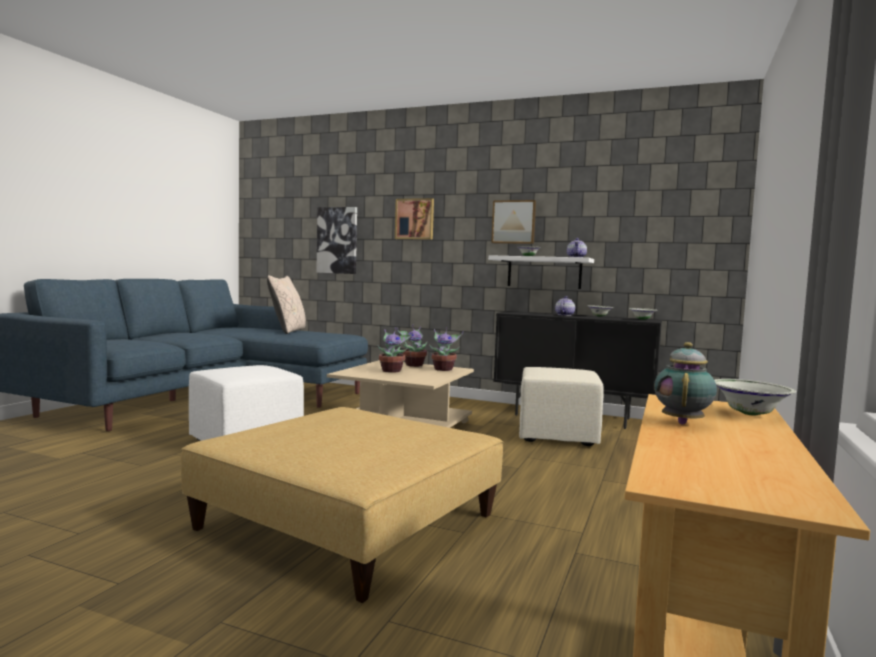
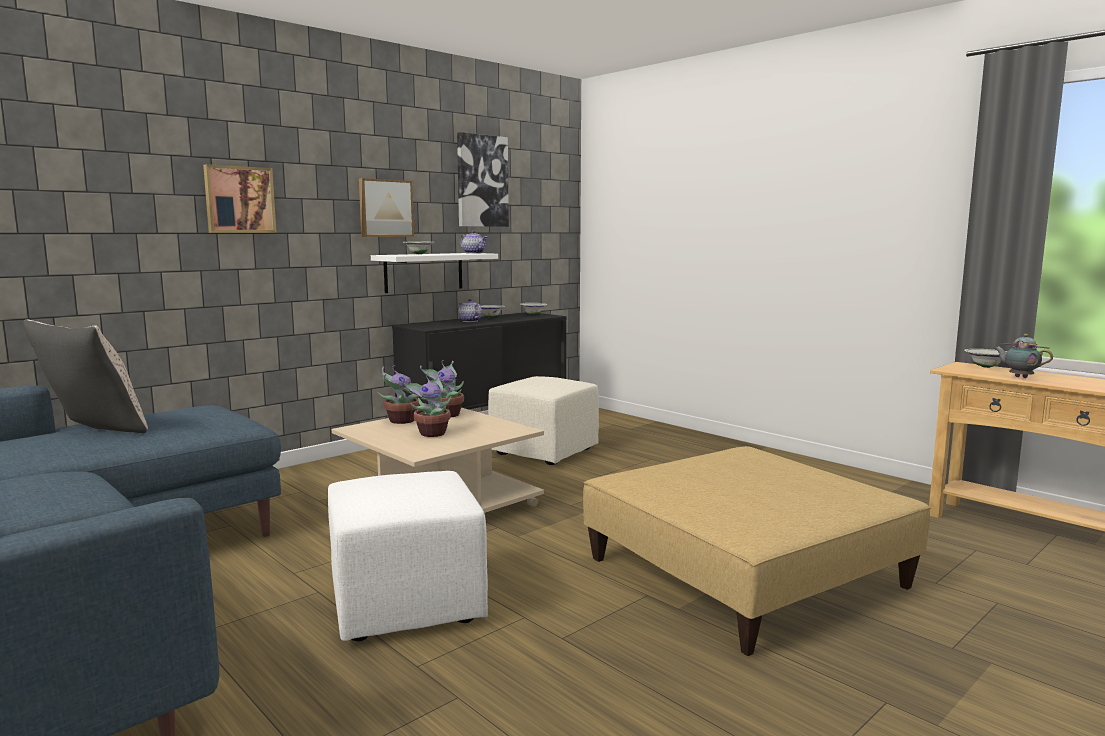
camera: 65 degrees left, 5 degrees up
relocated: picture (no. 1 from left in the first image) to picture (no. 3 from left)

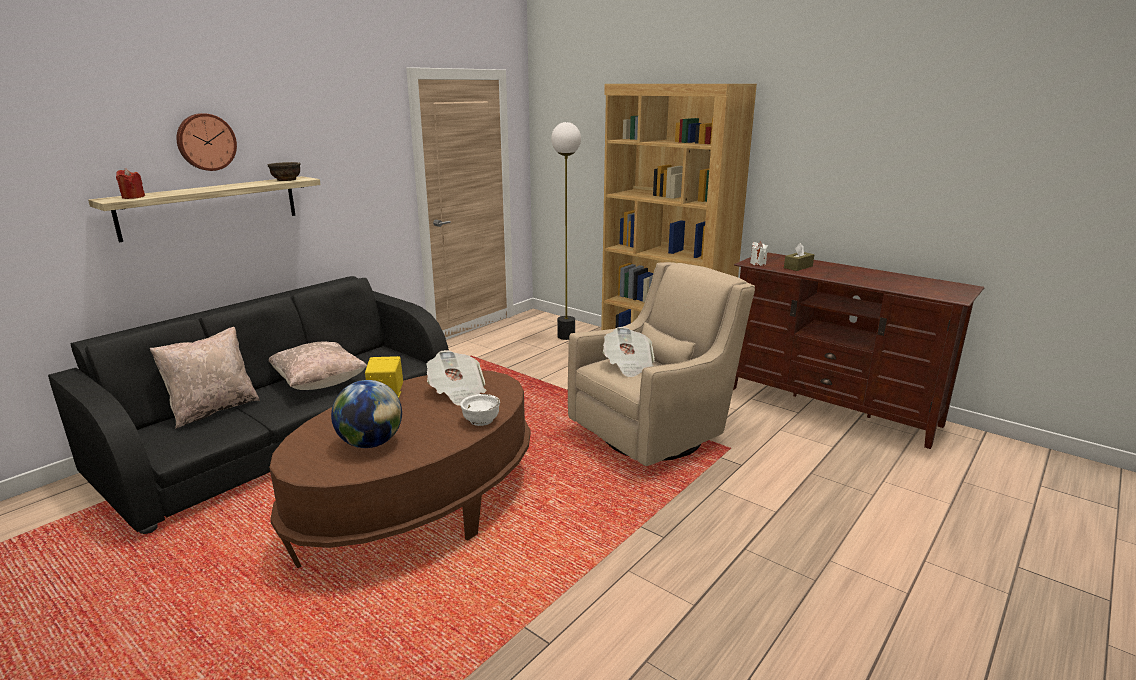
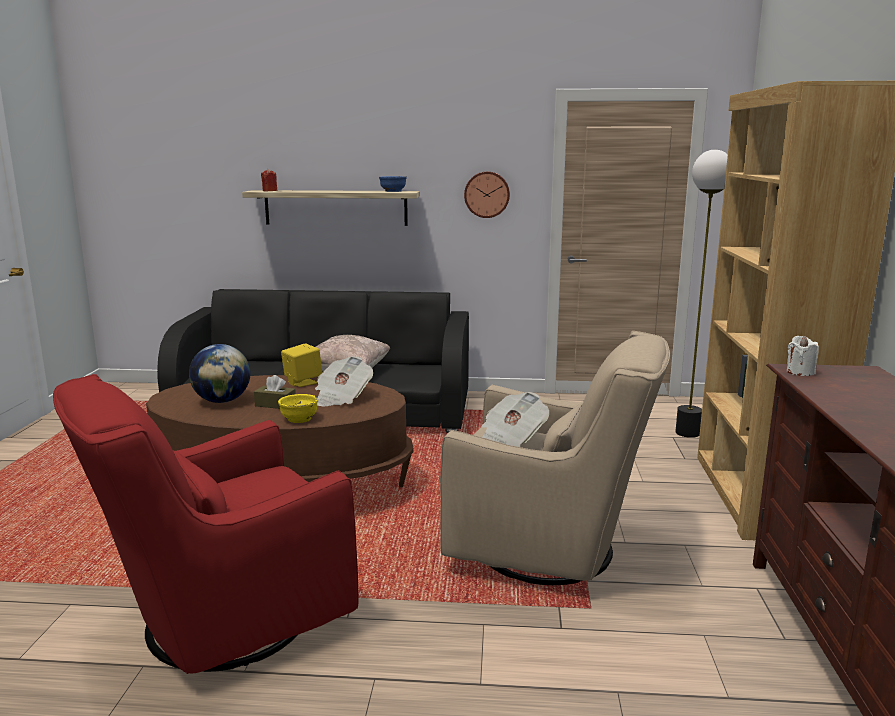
camera: 55 degrees right, 5 degrees down
missing: beige pillow (no. 1 from left)
appeared: red armchair
relocated: wall clock; brown tissue box
colour: brown bowl to blue bowl; white bowl to yellow bowl

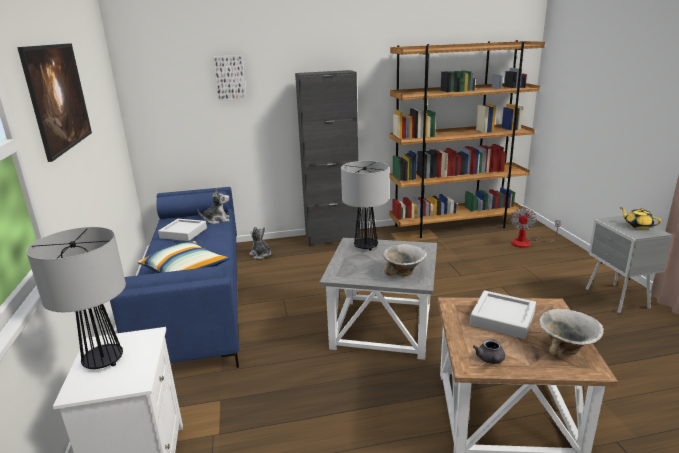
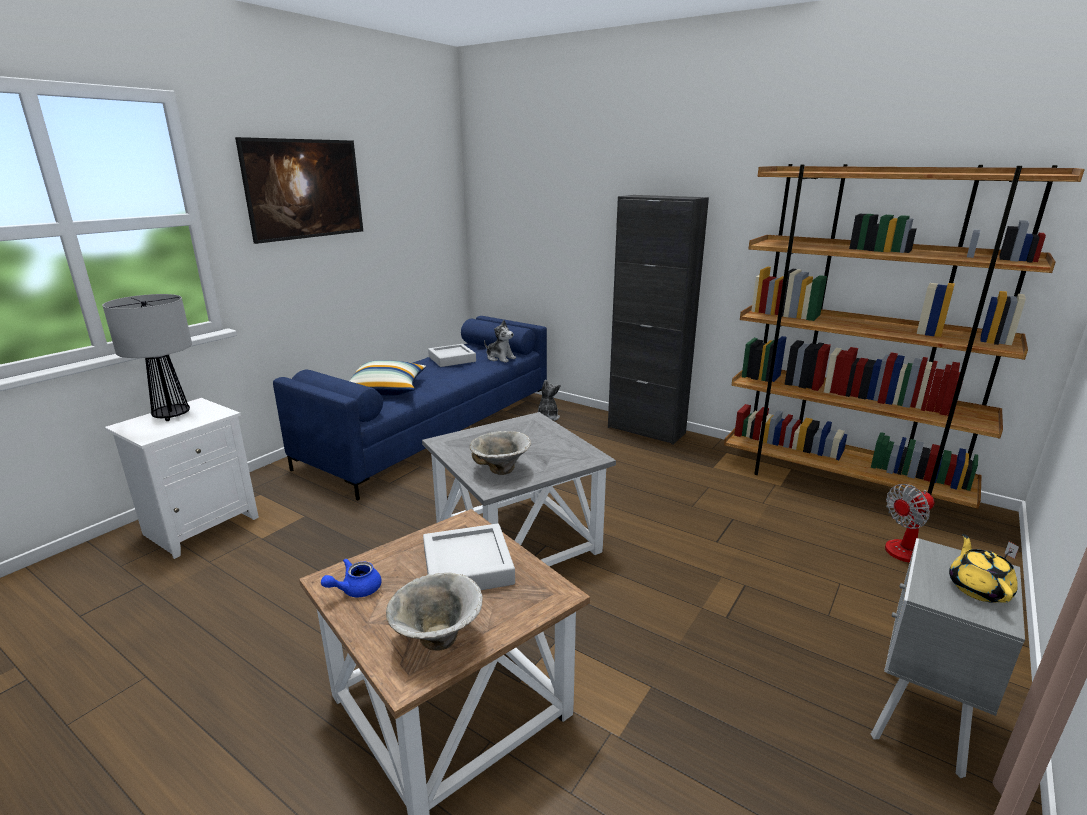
camera: 45 degrees right, 0 degrees up
missing: picture (no. 2 from left); table lamp (no. 2 from left)
colour: grey teapot to blue teapot

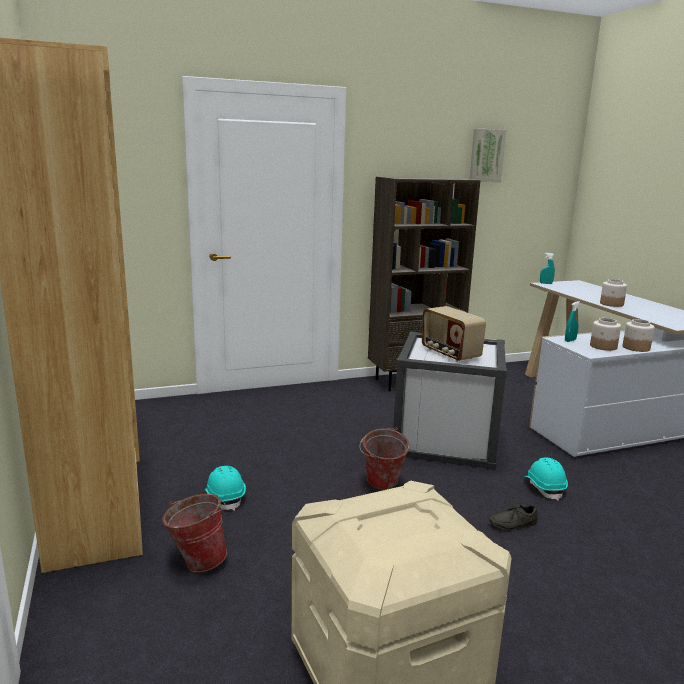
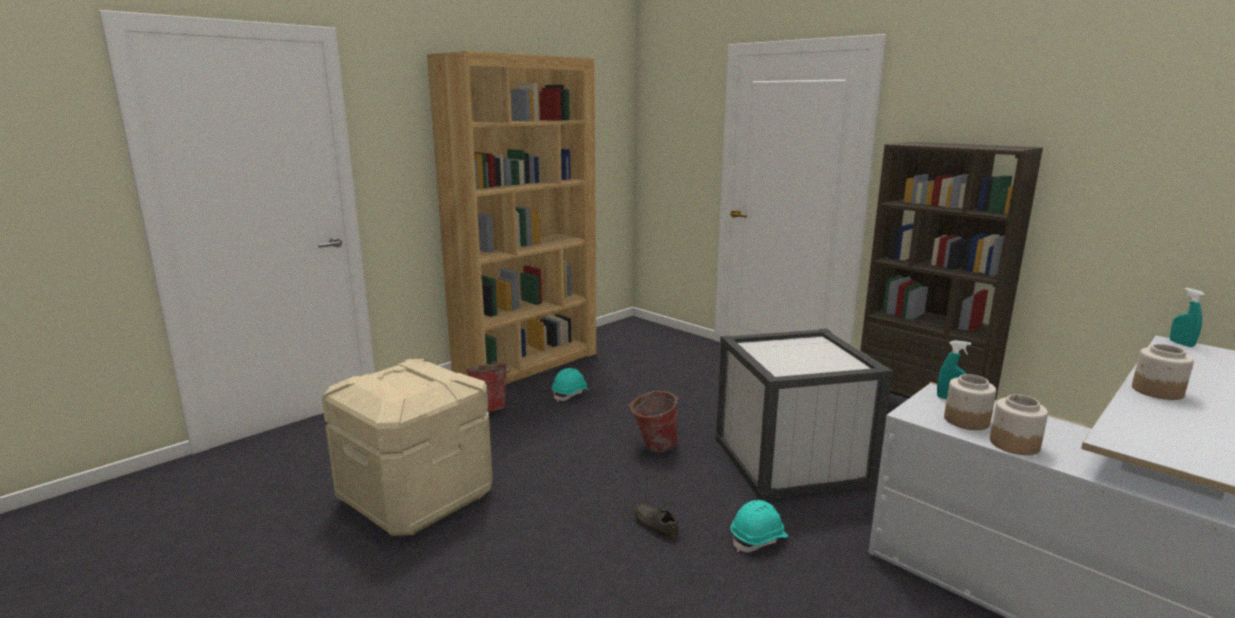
camera: 65 degrees right, 0 degrees up
missing: radio; picture

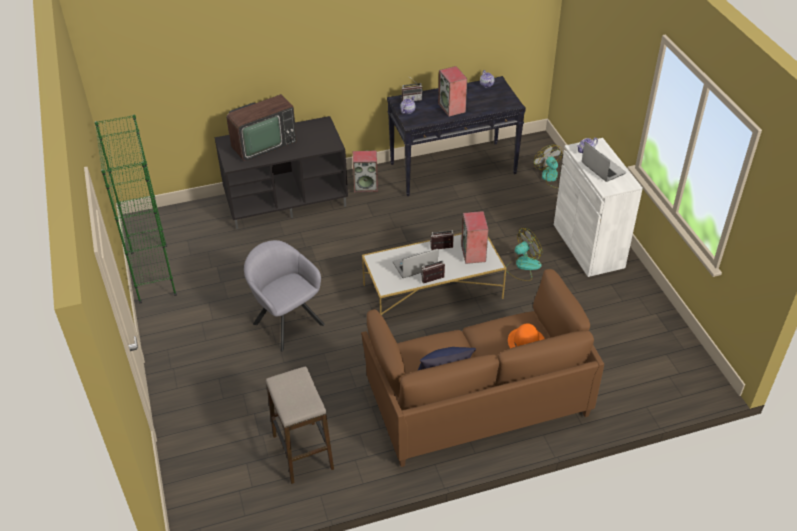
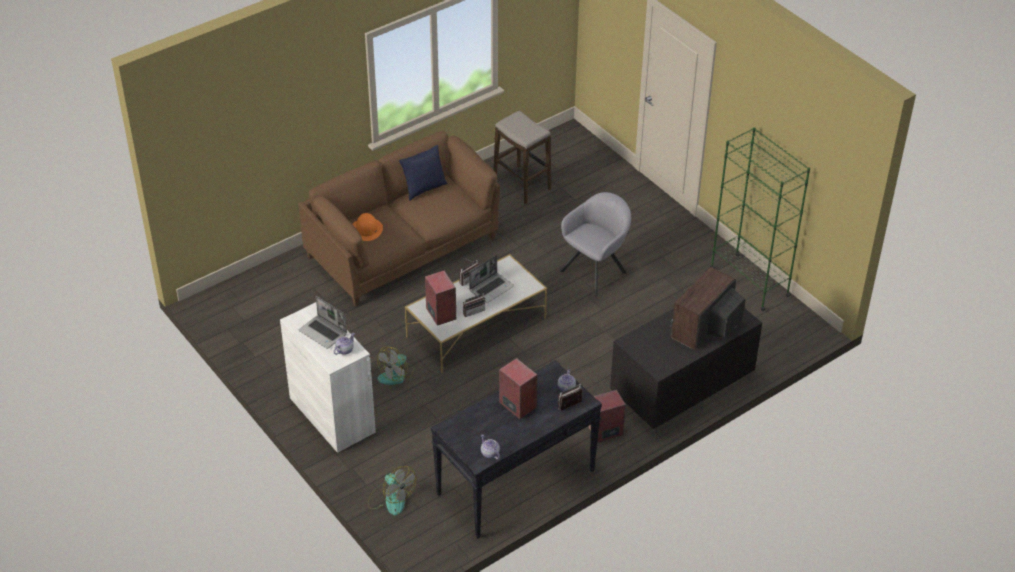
camera: 160 degrees right, 0 degrees up
spun: grey armchair 75 degrees counterclockwise

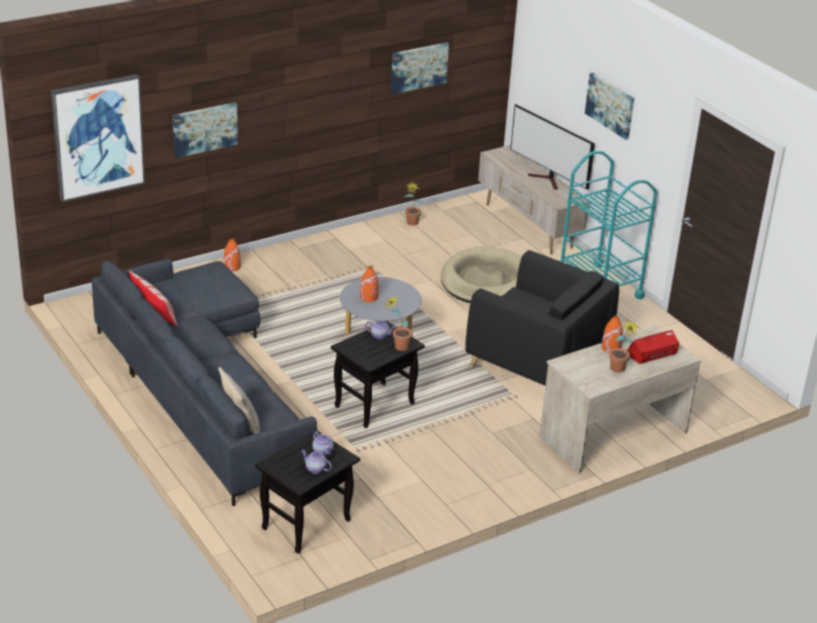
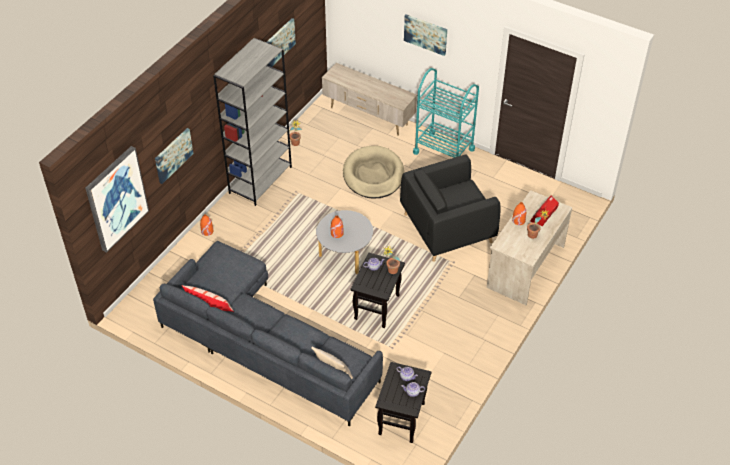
camera: 25 degrees left, 15 degrees up
missing: television
appeared: grey bookcase
spun: black armchair 150 degrees clockwise

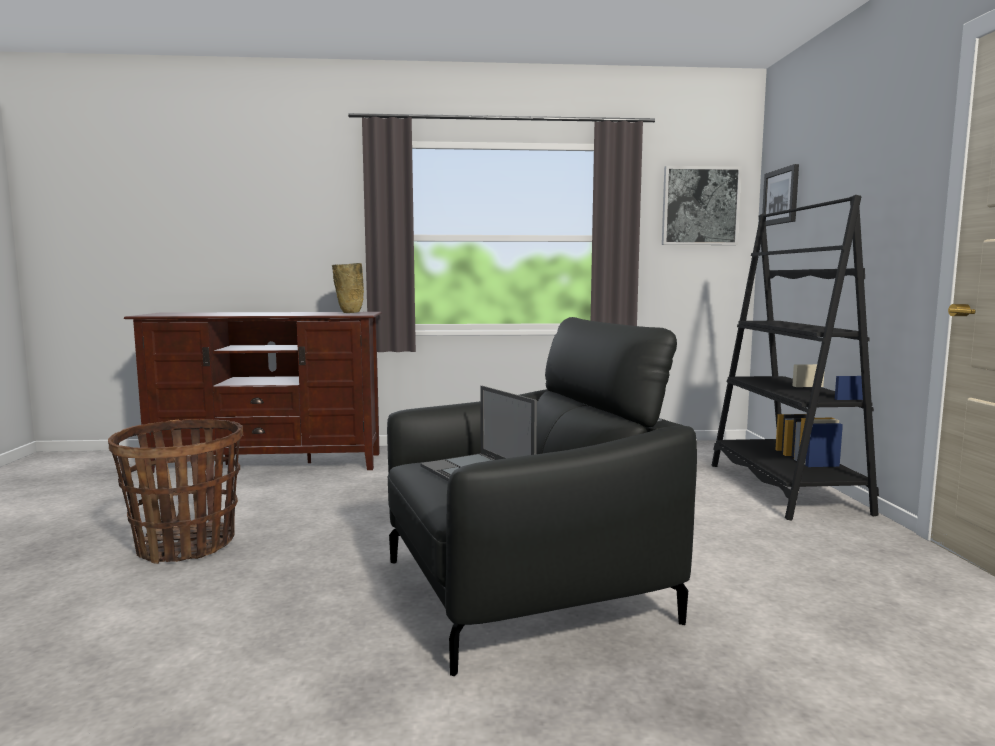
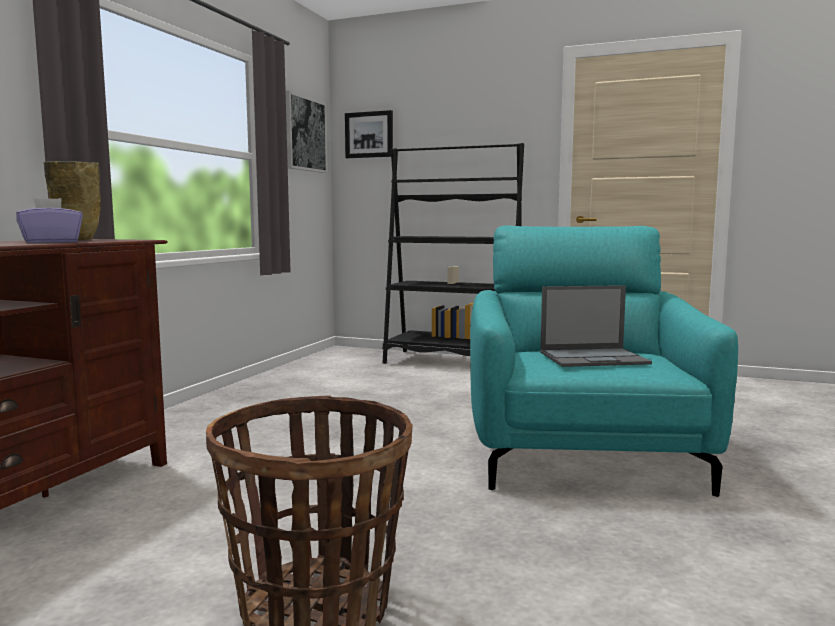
camera: 65 degrees left, 0 degrees up
appeared: purple tissue box
colour: black armchair to turquoise armchair

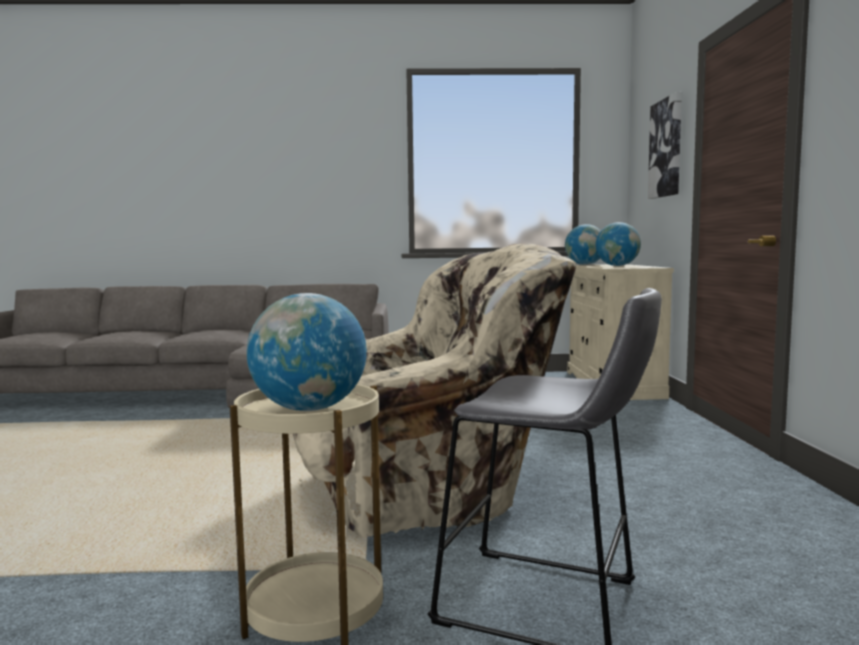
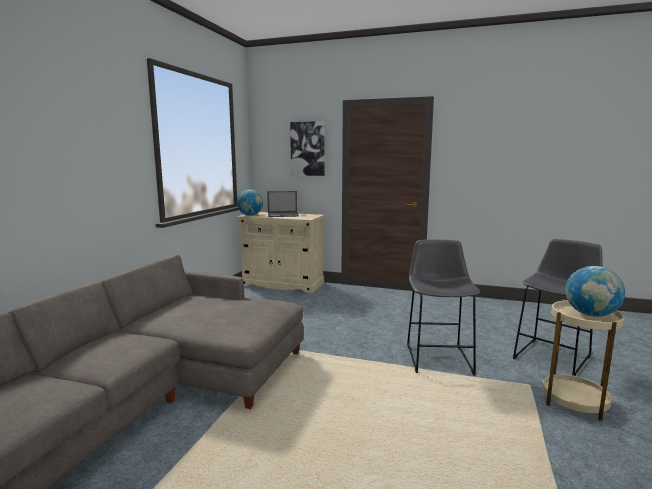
camera: 70 degrees left, 5 degrees up
exchanged: beige armchair to grey stool (no. 1 from left); globe (no. 3 from left) to laptop

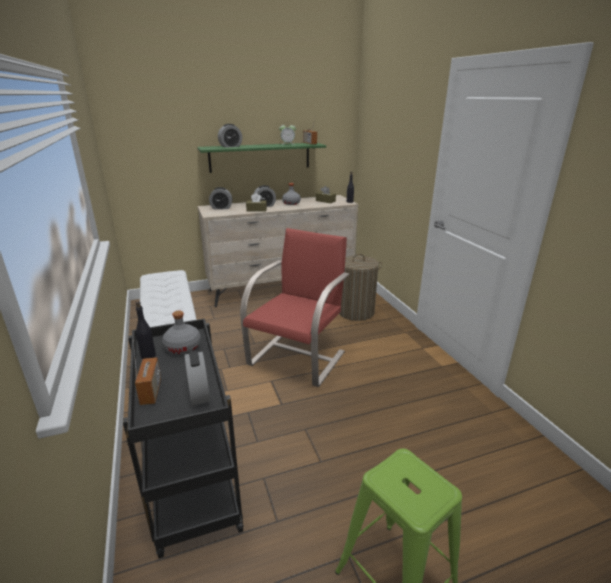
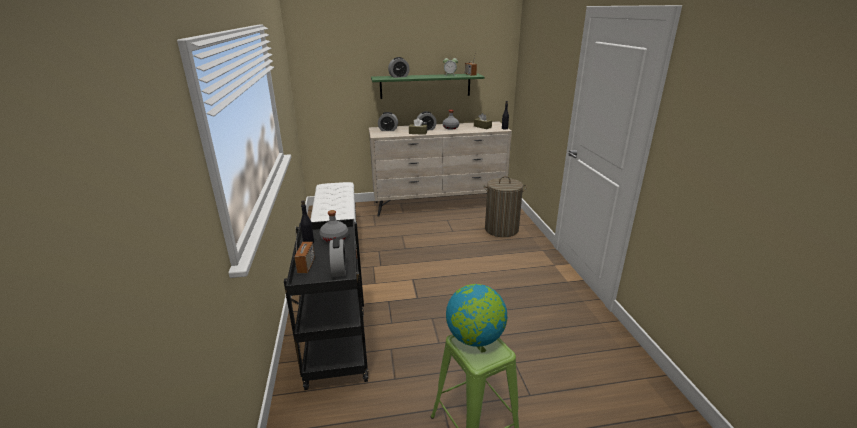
camera: 10 degrees right, 0 degrees up
missing: red armchair
appeared: globe

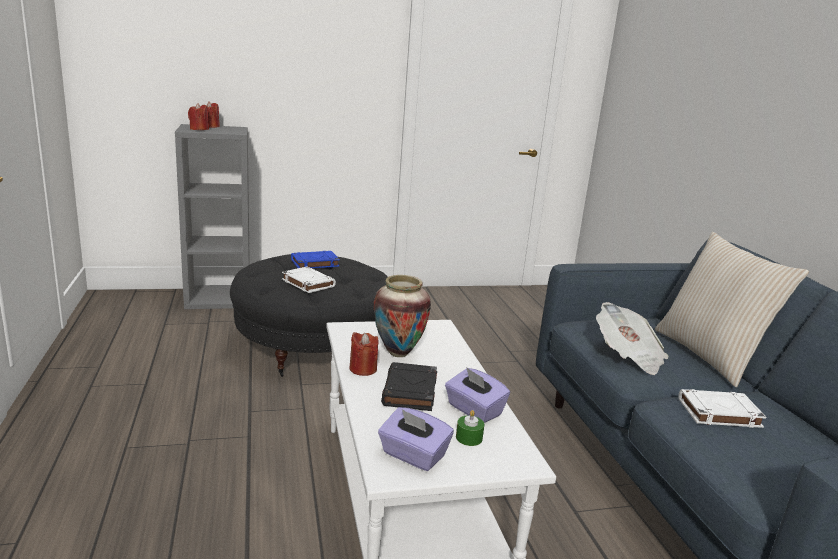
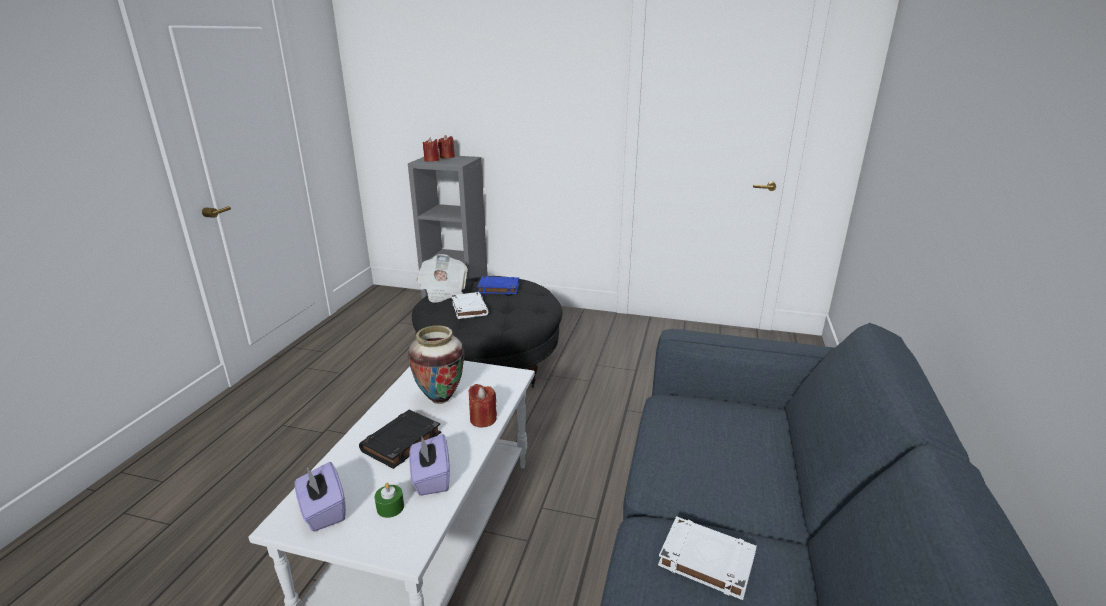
camera: 30 degrees right, 5 degrees up
missing: beige pillow
relocated: red candle (no. 3 from left); newspaper

